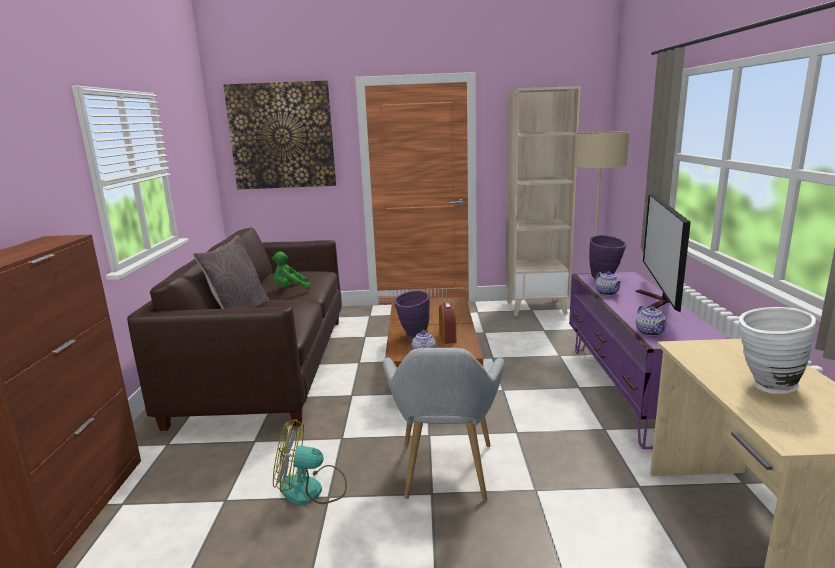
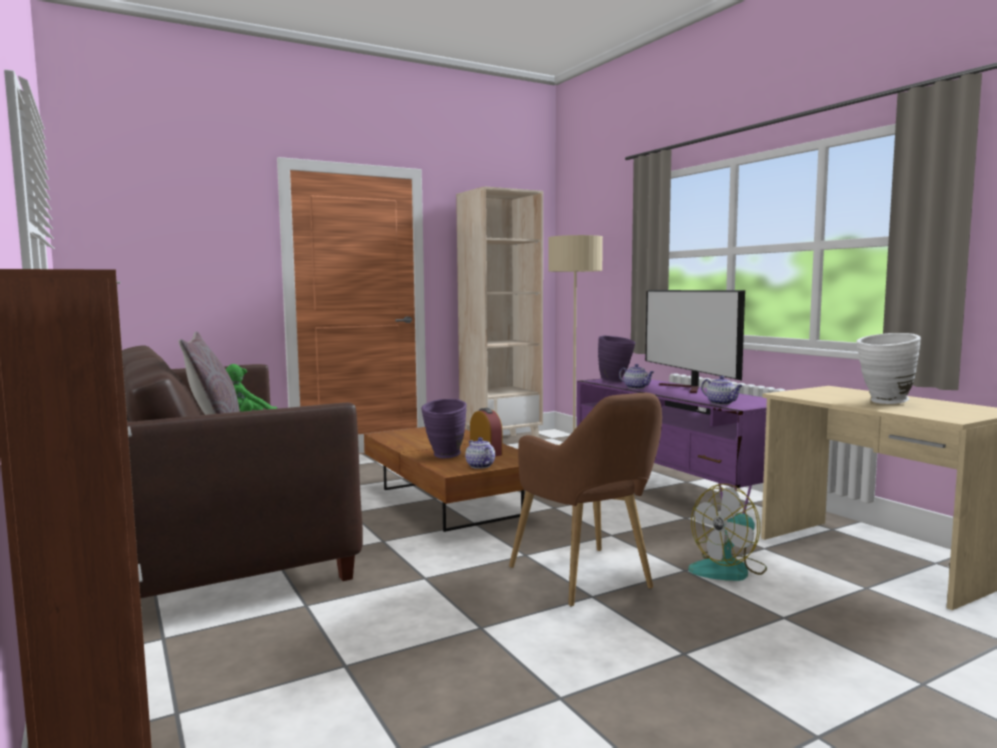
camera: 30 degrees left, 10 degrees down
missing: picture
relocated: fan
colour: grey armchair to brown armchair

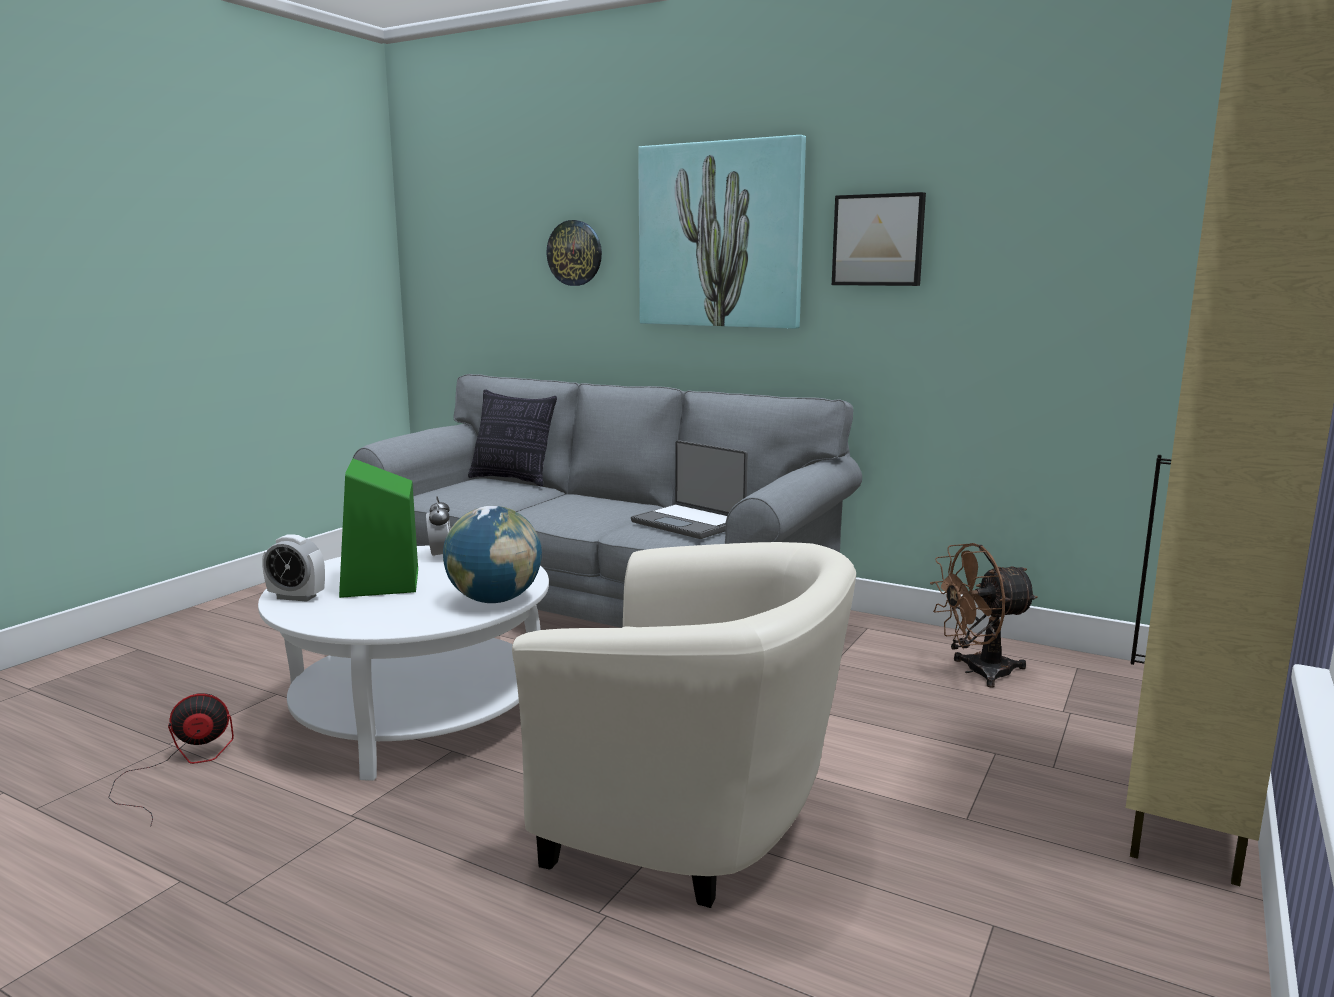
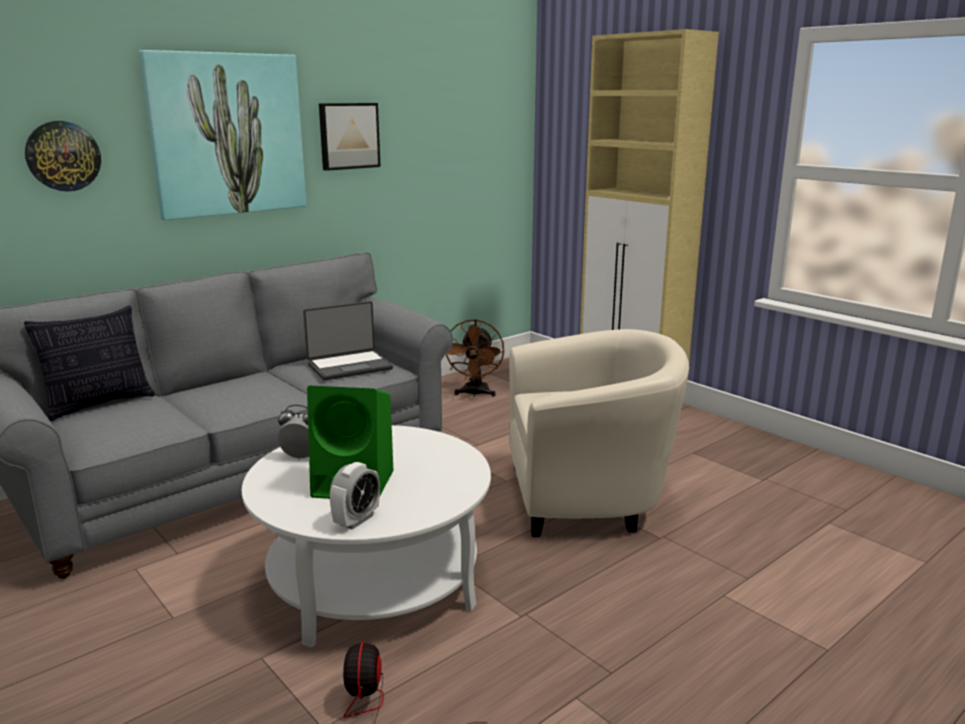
camera: 70 degrees left, 5 degrees up
missing: globe
spun: beige armchair 45 degrees clockwise

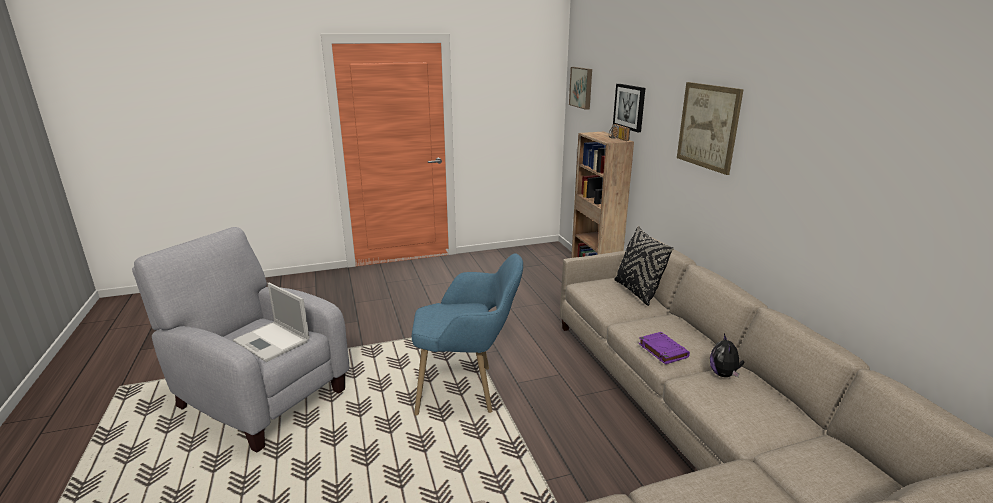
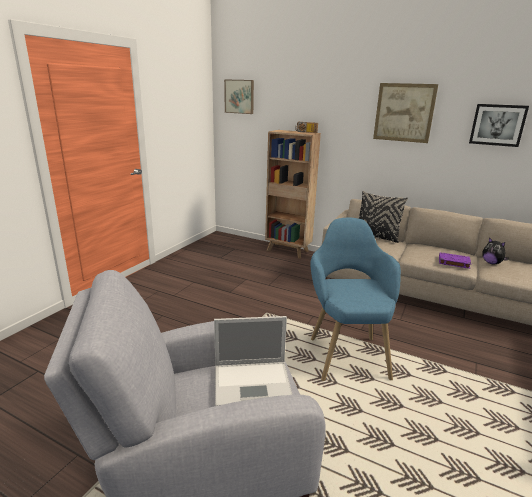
camera: 45 degrees left, 0 degrees up
relocated: picture (no. 2 from left in the first image) to picture (no. 3 from left)
spun: blue armchair 45 degrees counterclockwise

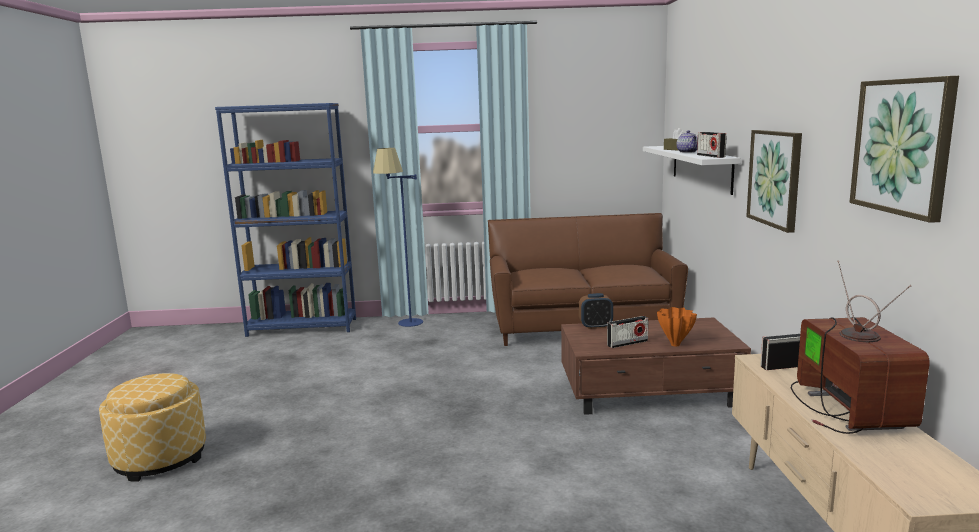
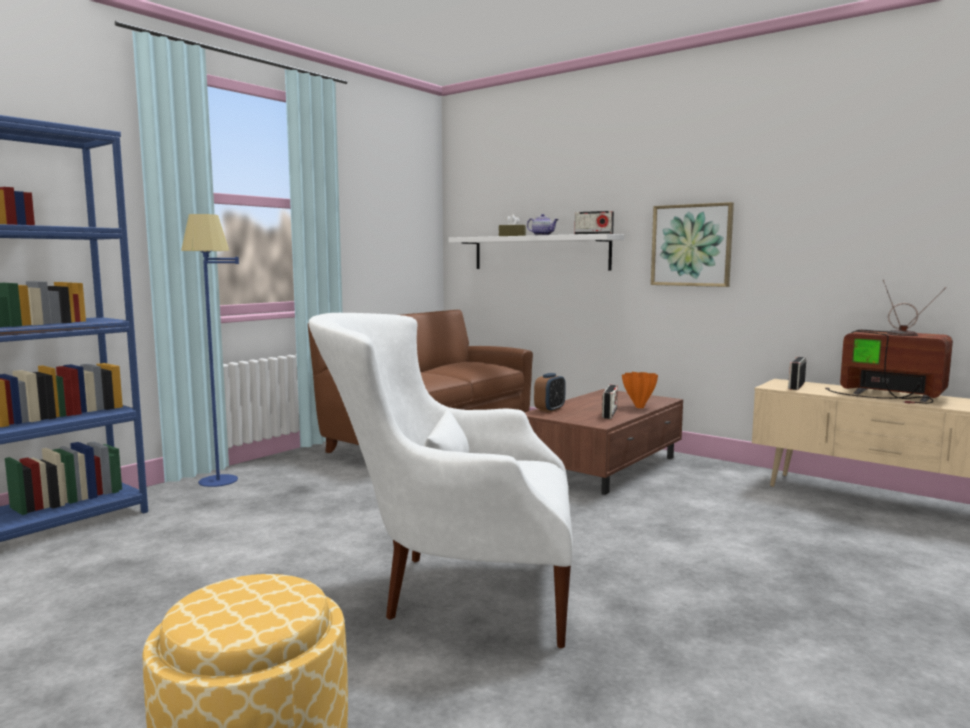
camera: 50 degrees left, 5 degrees down
missing: picture (no. 2 from left)
appeared: white armchair

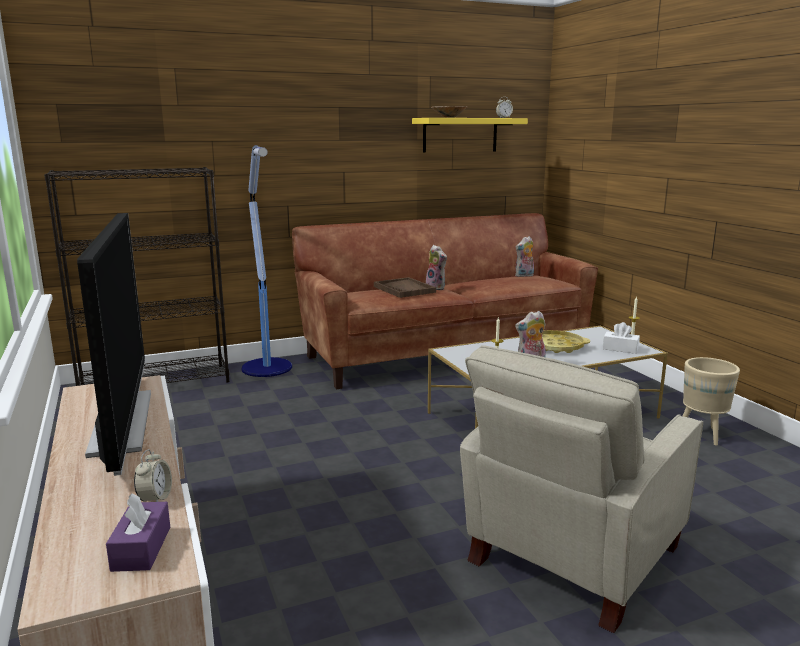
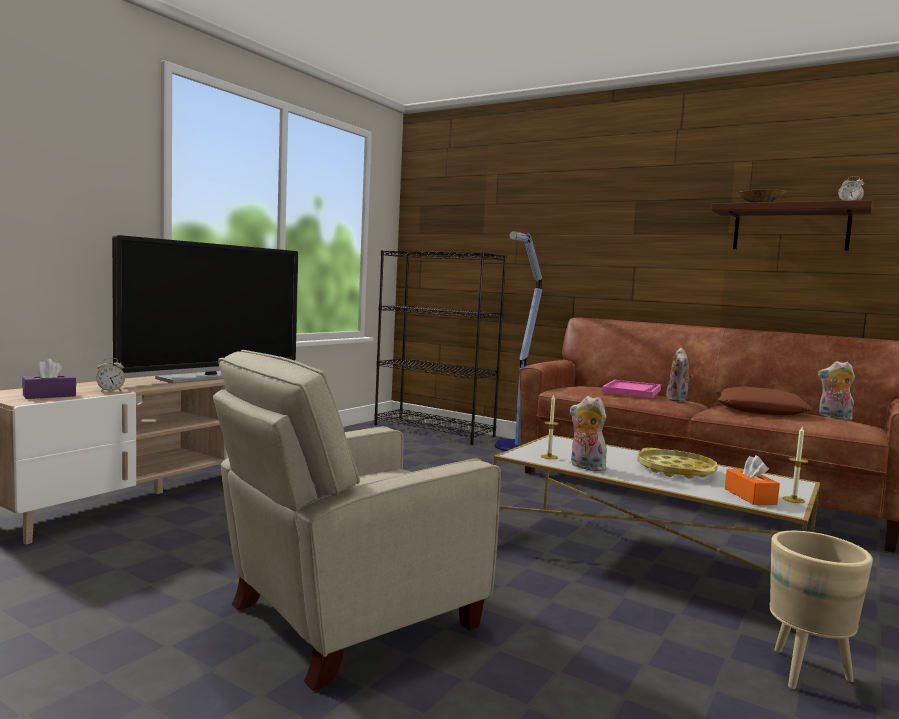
camera: 55 degrees right, 10 degrees down
appeared: brown pillow
colour: brown tray to pink tray; yellow shelf to brown shelf; white tissue box to orange tissue box
spun: beige armchair 45 degrees counterclockwise

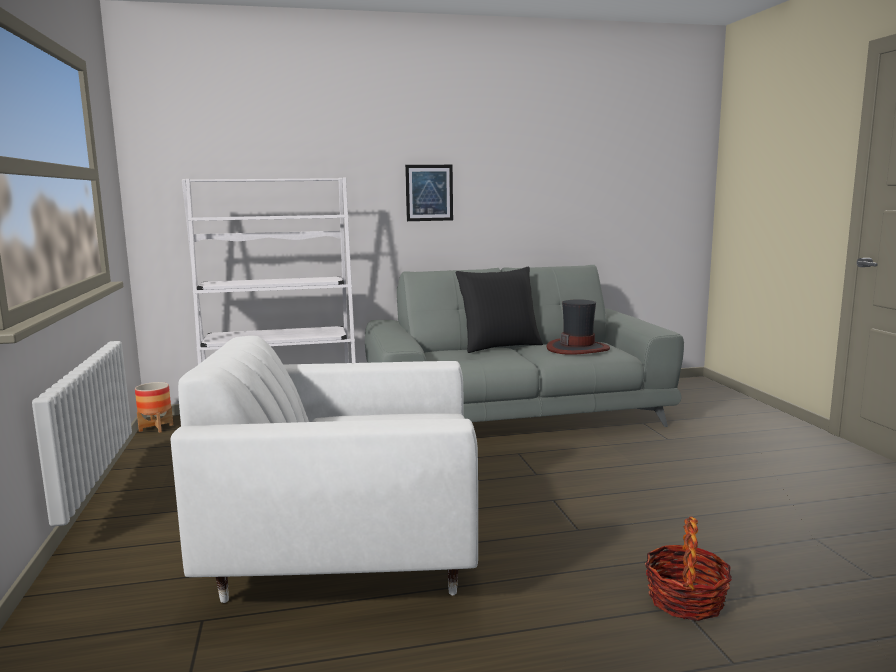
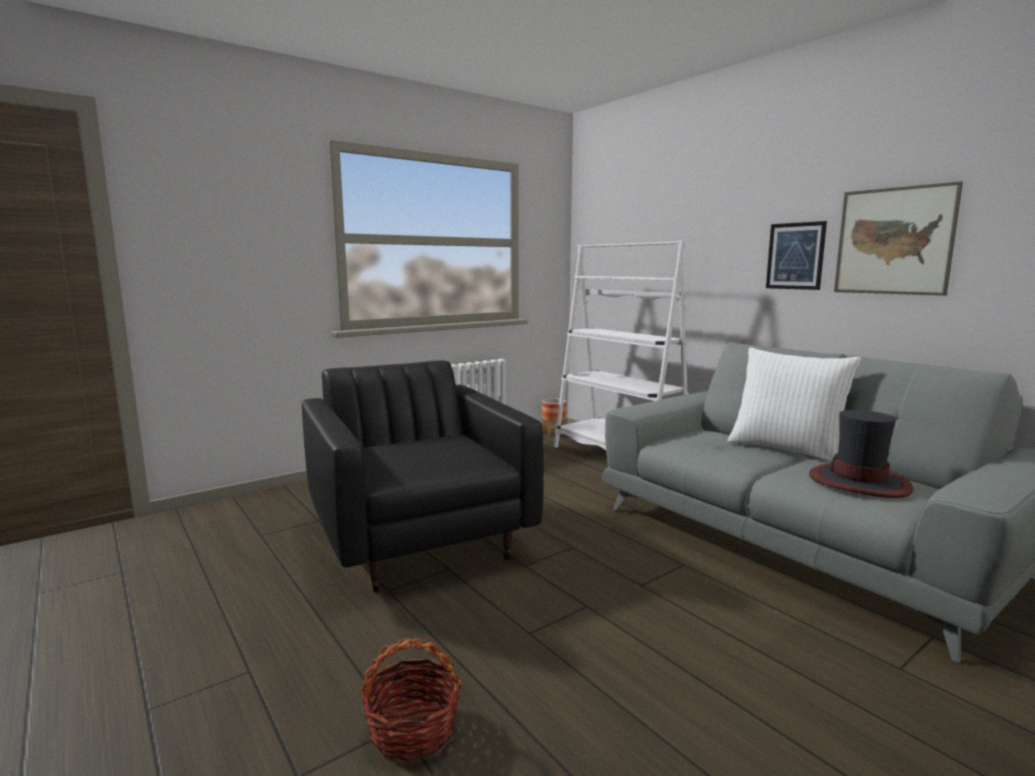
camera: 65 degrees right, 0 degrees up
appeared: picture (no. 2 from left)
colour: white armchair to black armchair; black pillow to white pillow

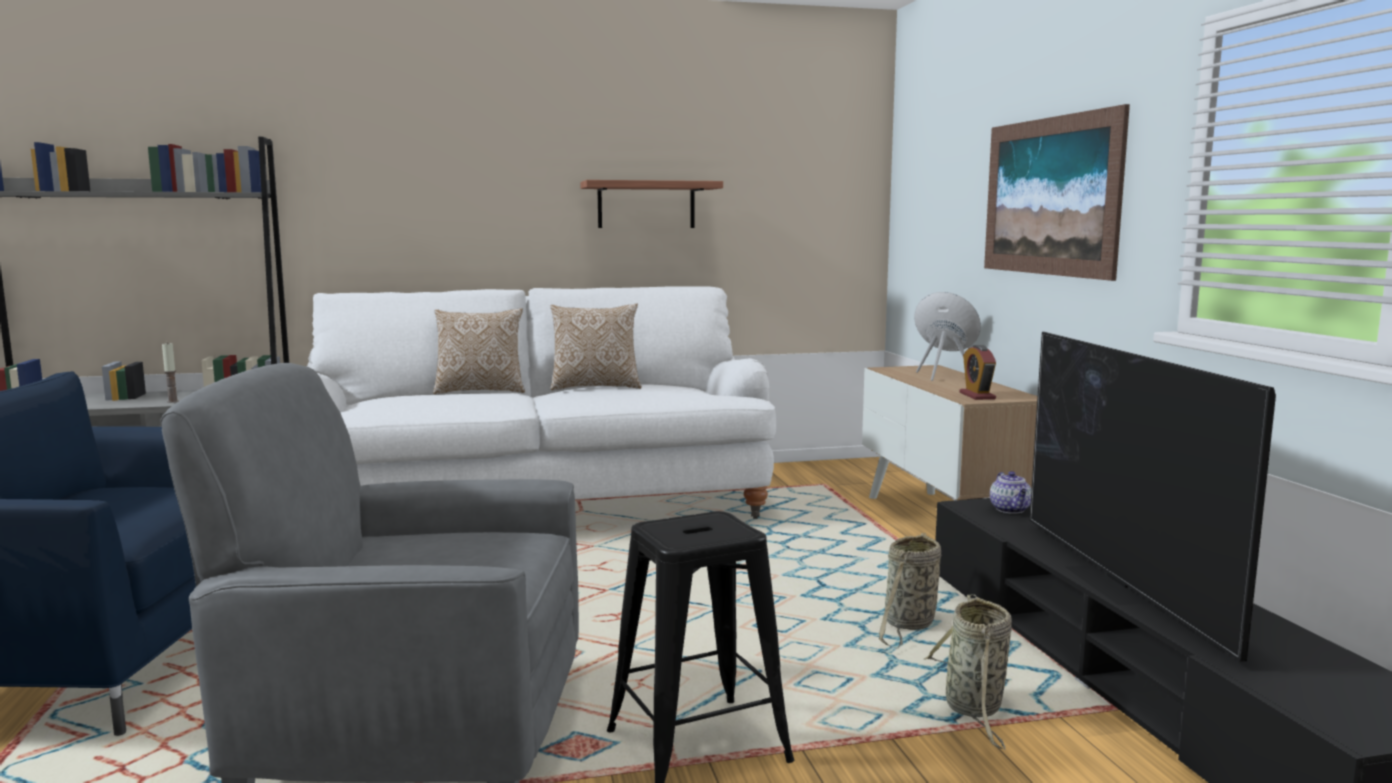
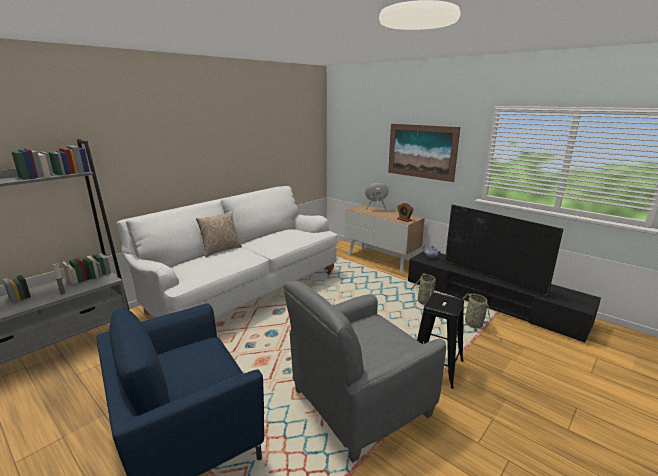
camera: 35 degrees left, 10 degrees up
missing: pillow (no. 2 from left); shelf

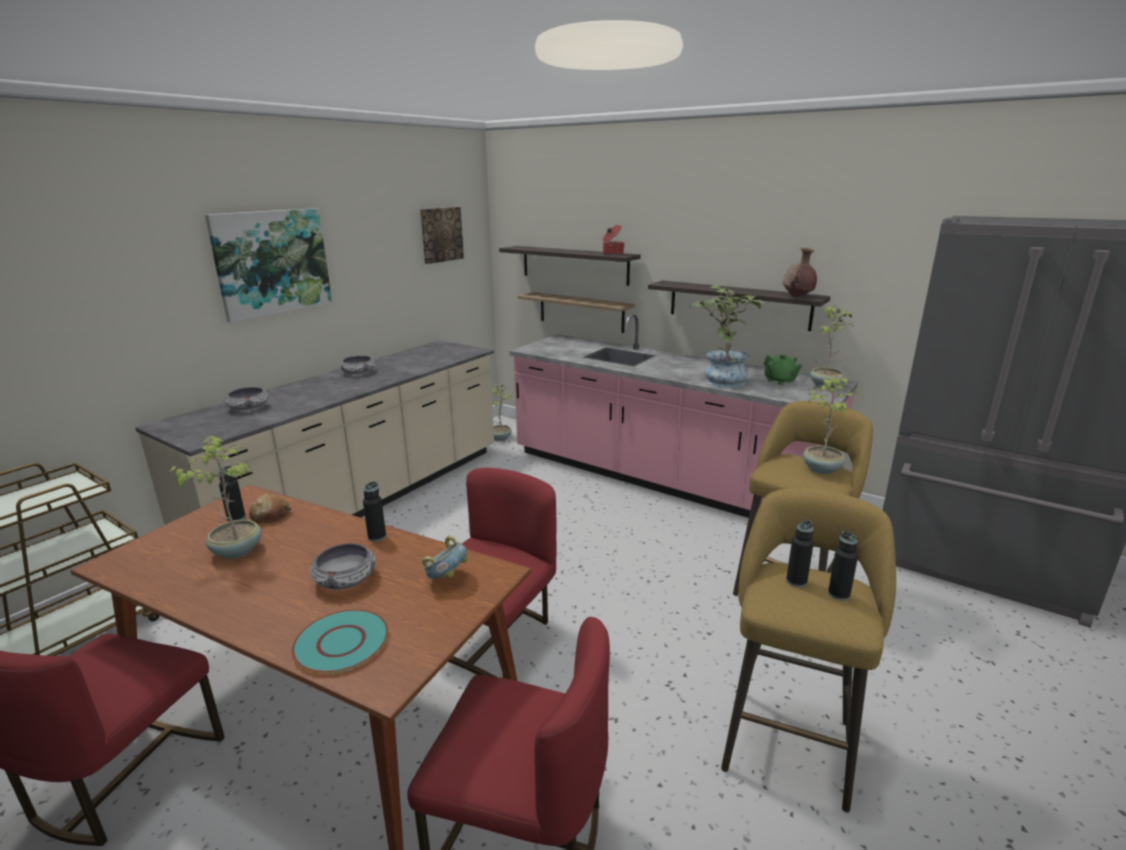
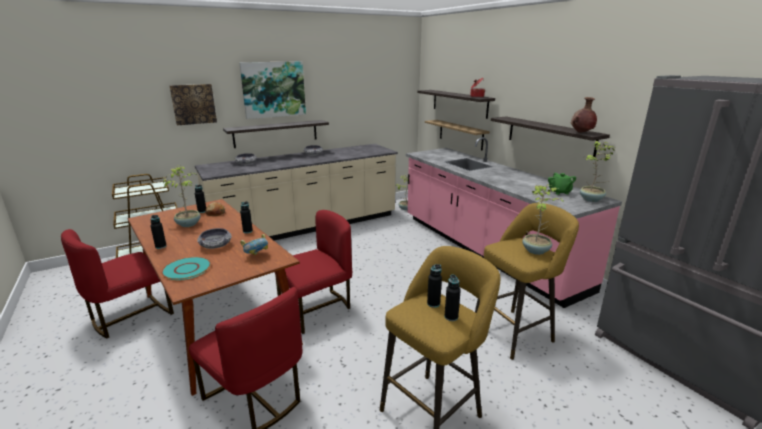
camera: 25 degrees right, 0 degrees up
missing: potted plant (no. 3 from left)
appeared: black bottle (no. 1 from left); shelf (no. 1 from left)
relocated: picture (no. 2 from left in the first image) to picture (no. 1 from left)

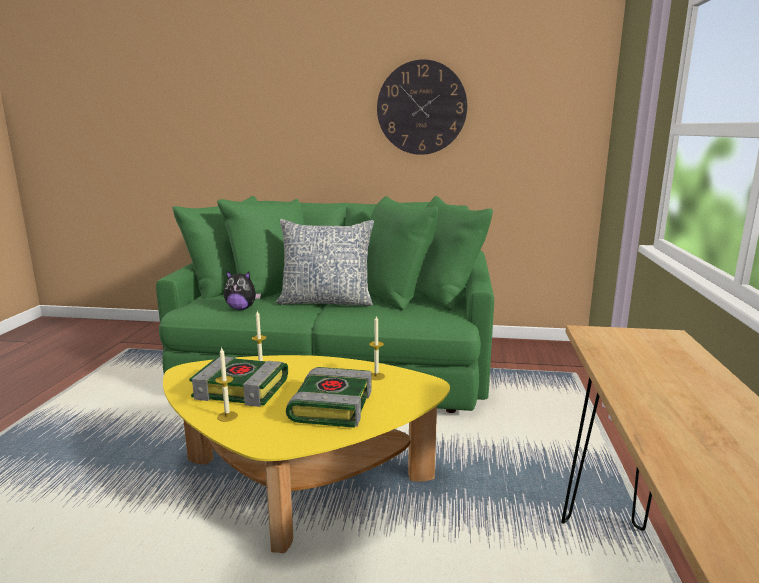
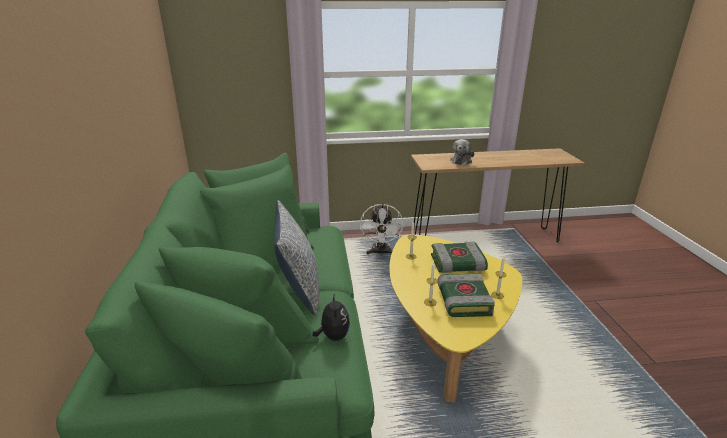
camera: 105 degrees left, 10 degrees up
missing: wall clock
appeared: white fan; plush toy (no. 2 from left)

